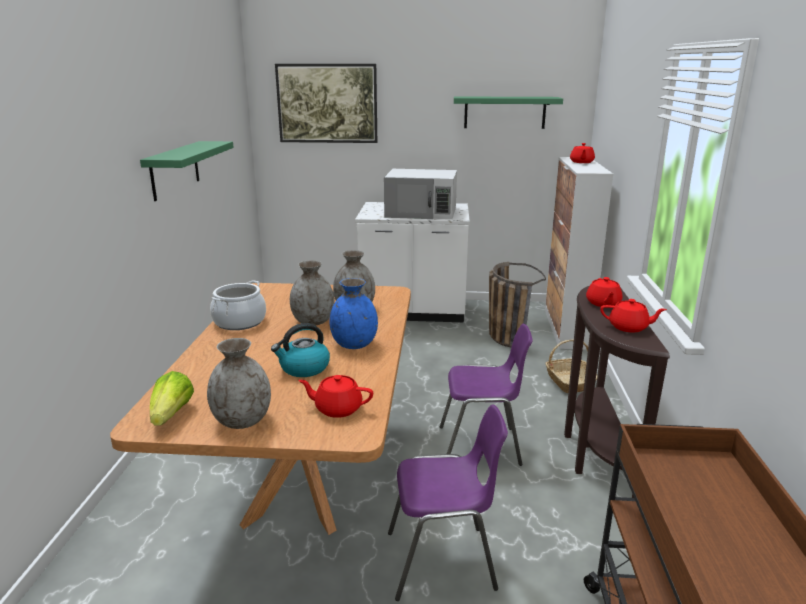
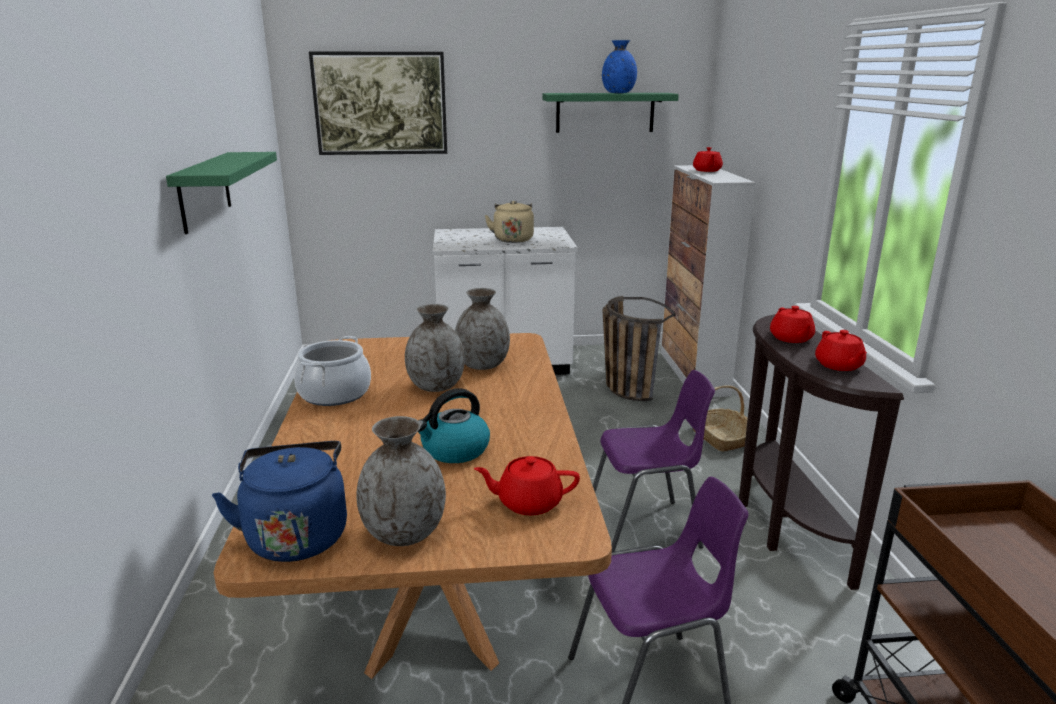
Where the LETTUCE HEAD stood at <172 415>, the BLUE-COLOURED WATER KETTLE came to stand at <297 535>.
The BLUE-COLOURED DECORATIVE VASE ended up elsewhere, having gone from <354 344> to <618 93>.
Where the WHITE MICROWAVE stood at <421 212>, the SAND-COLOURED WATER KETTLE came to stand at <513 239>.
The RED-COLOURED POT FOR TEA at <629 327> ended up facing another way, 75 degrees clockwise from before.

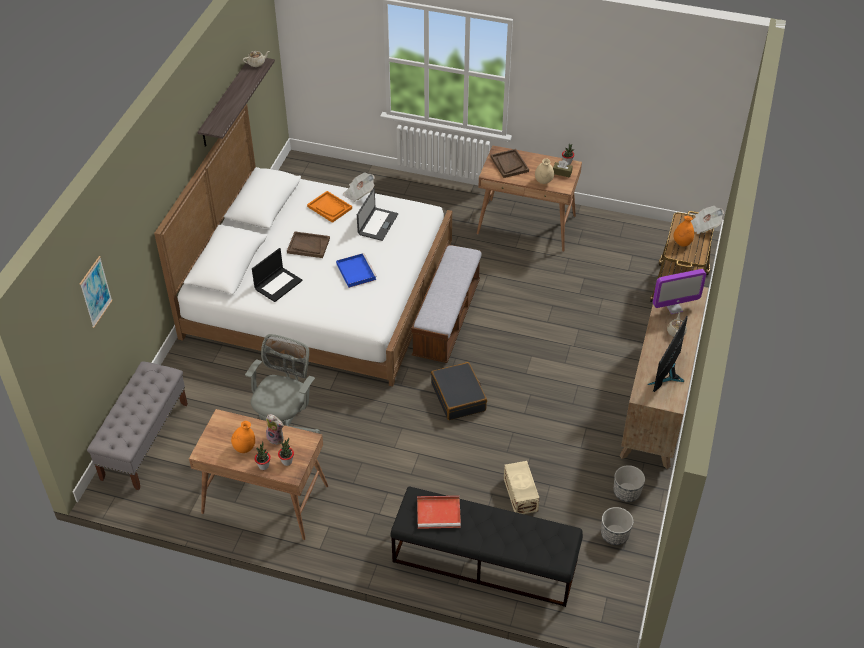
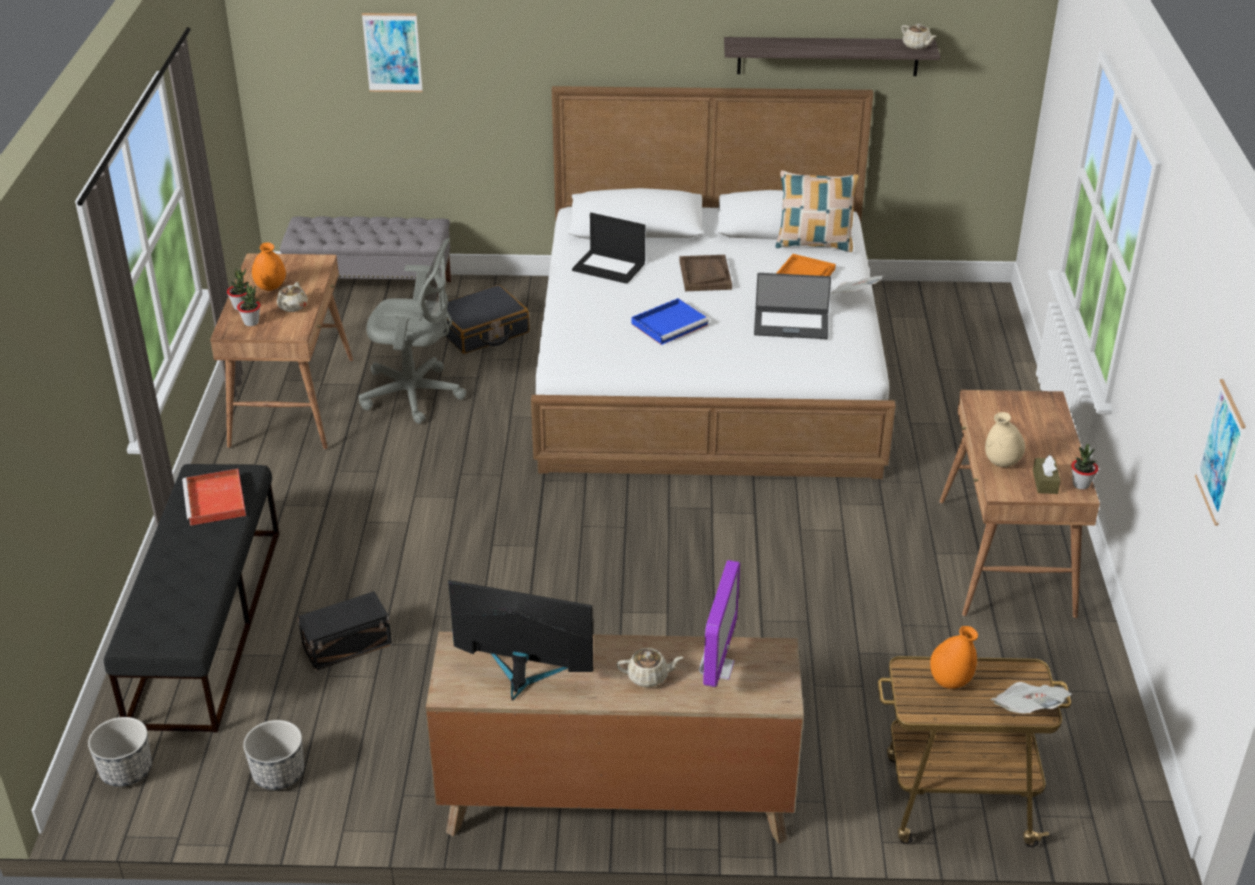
Where the PLUSH TOY stood at <276 438>, the SAND-COLOURED POT FOR TEA came to stand at <292 307>.
The second view lost the LONG SEAT at <447 319>.
The BLACKISH PIECE OF LUGGAGE ended up elsewhere, having gone from <458 397> to <482 331>.
The second view lost the BROWNISH SERVING TRAY at <509 164>.
What was the SAND-COLOURED STORAGE BOX at <520 495> turned into the BLACKISH STORAGE BOX at <345 644>.
The FLOWER POT ended up elsewhere, having gone from <626 492> to <126 770>.
The MONITOR at <674 308> ended up facing another way, 135 degrees counterclockwise from before.
The second view gained the CUSHION at <814 244>.
The second view gained the PICTURE at <1220 452>.

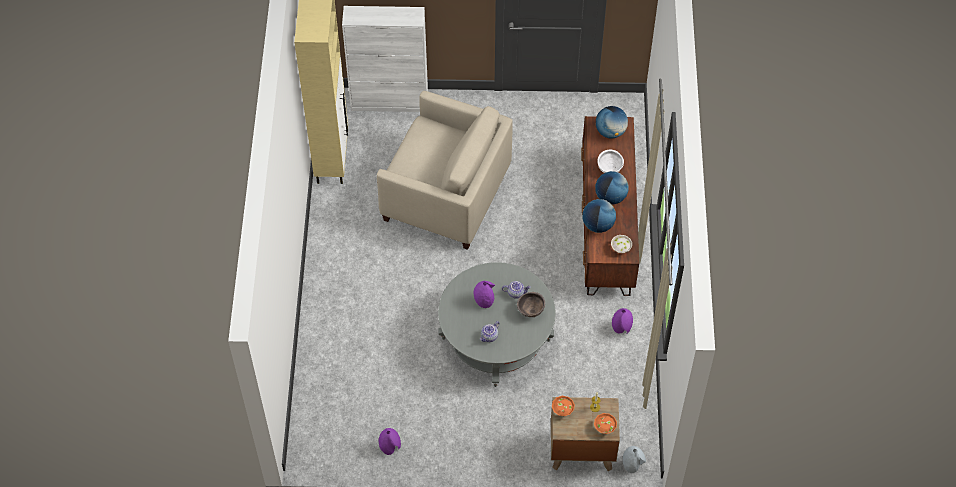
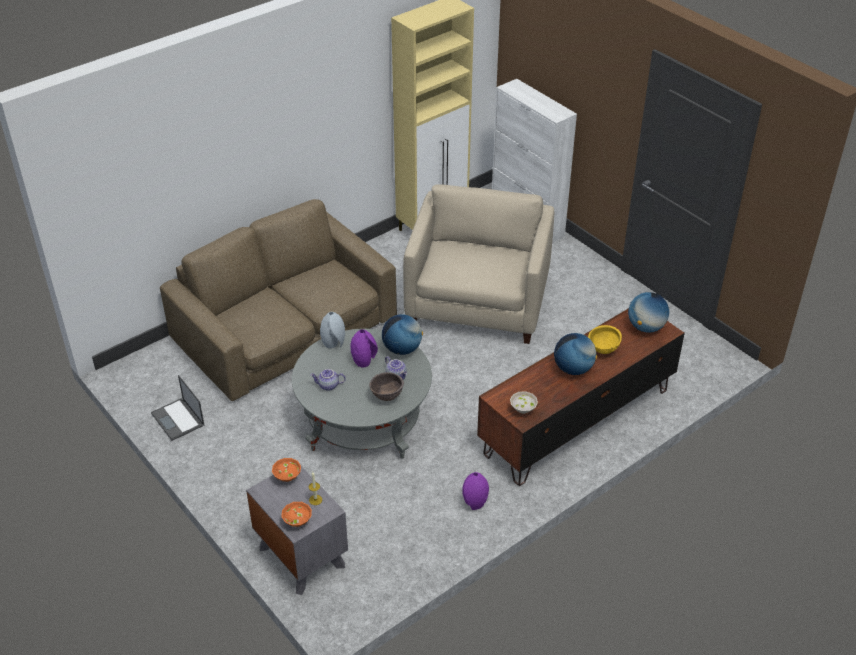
The SAND-COLOURED LOUNGE CHAIR at <445 194> ended up facing another way, 150 degrees counterclockwise from before.
Where the PURPLISH DECORATIVE VASE stood at <390 447>, the PORTABLE COMPUTER came to stand at <178 419>.
What was the BROWNISH NIGHTSTAND at <581 450> turned into the GREY NIGHTSTAND at <301 556>.
The GLOBE ended up elsewhere, having gone from <598 225> to <402 349>.
What was the WHITE BOWL at <609 169> turned into the YELLOW BOWL at <603 350>.
The GREY DECORATIVE VASE ended up elsewhere, having gone from <632 465> to <334 343>.
The second view gained the BROWNISH SETTEE at <286 330>.

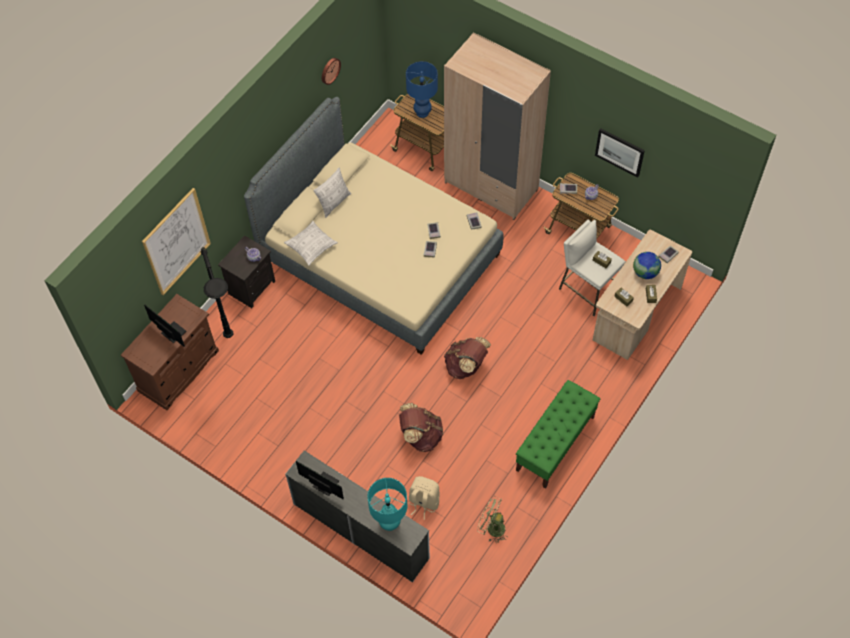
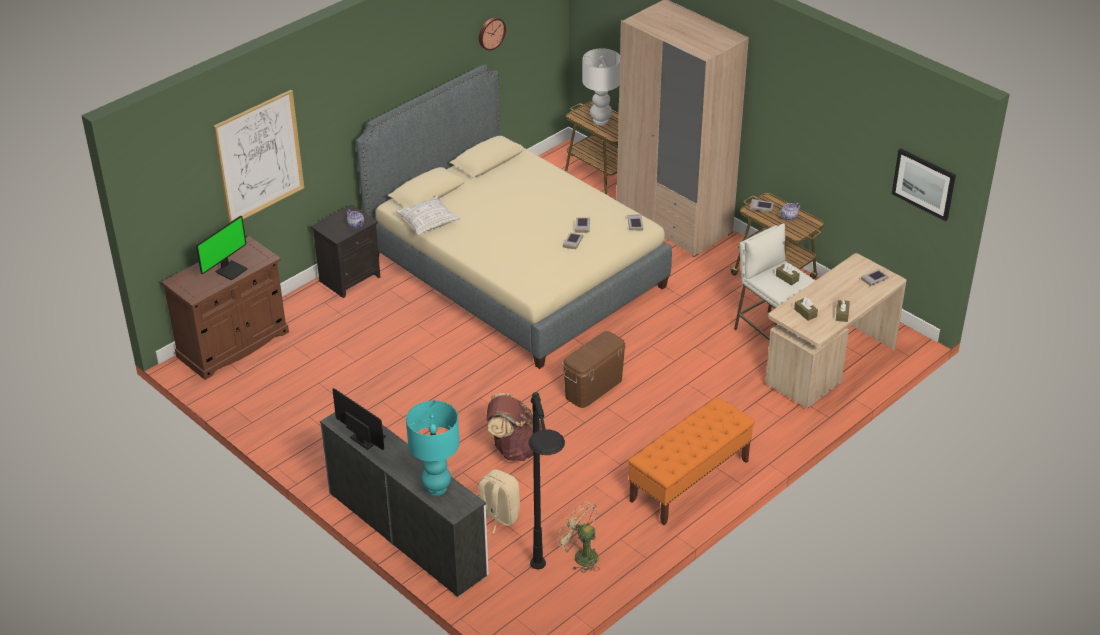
The MONITOR at <172 333> ended up facing another way, 75 degrees clockwise from before.
The BLACKISH STANDING LAMP ended up elsewhere, having gone from <236 361> to <545 601>.
The second view lost the CUSHION at <334 203>.
What was the BLUE-COLOURED LAMP FOR A TABLE at <422 112> turned into the WHITE LAMP FOR A TABLE at <600 121>.
Where the BROWNISH RUCKSACK stood at <466 366>, the BROWNISH STORAGE BOX came to stand at <593 388>.
What was the GREEN-COLOURED LONG SEAT at <555 444> turned into the ORANGE-COLOURED LONG SEAT at <689 481>.
The PICTURE ended up elsewhere, having gone from <619 152> to <924 184>.
The second view lost the GLOBE at <645 272>.

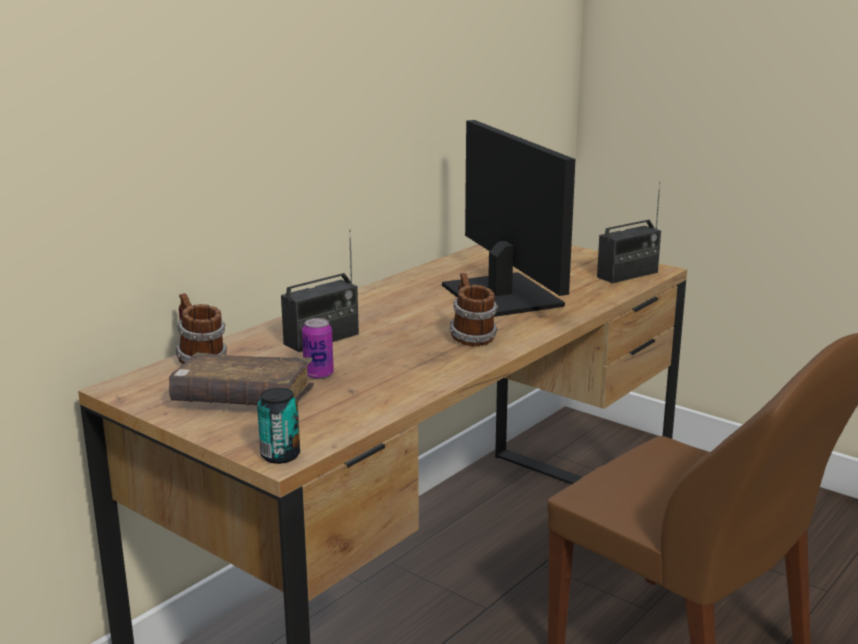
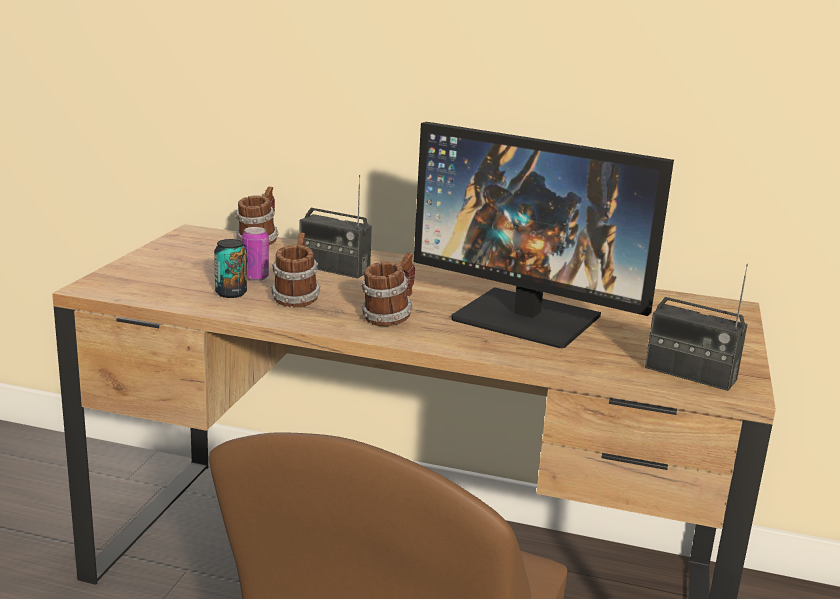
The second view lost the BROWNISH BOOK at <243 399>.
The SEALED CAN ended up elsewhere, having gone from <280 455> to <231 293>.
The MONITOR at <501 295> ended up facing another way, 75 degrees clockwise from before.
The second view gained the TEA MUG at <295 299>.

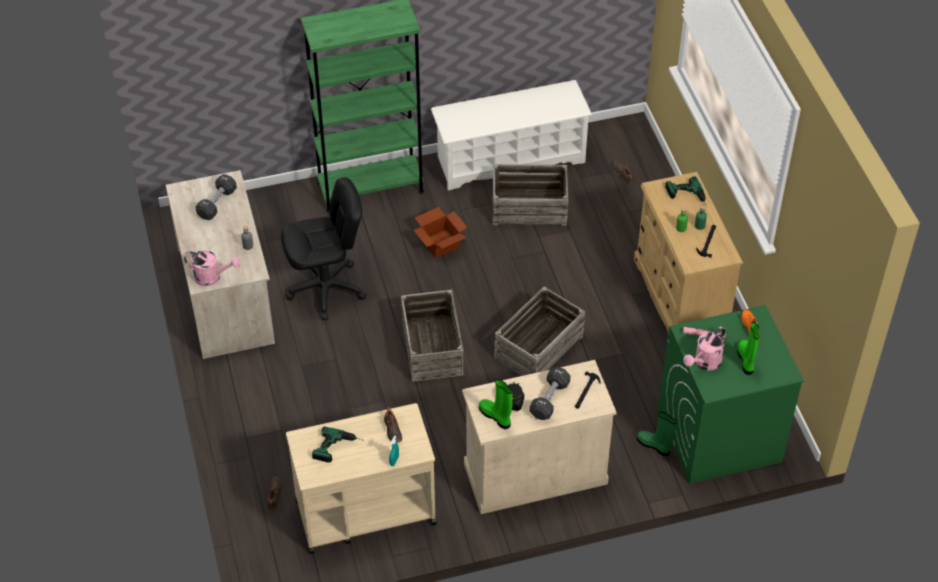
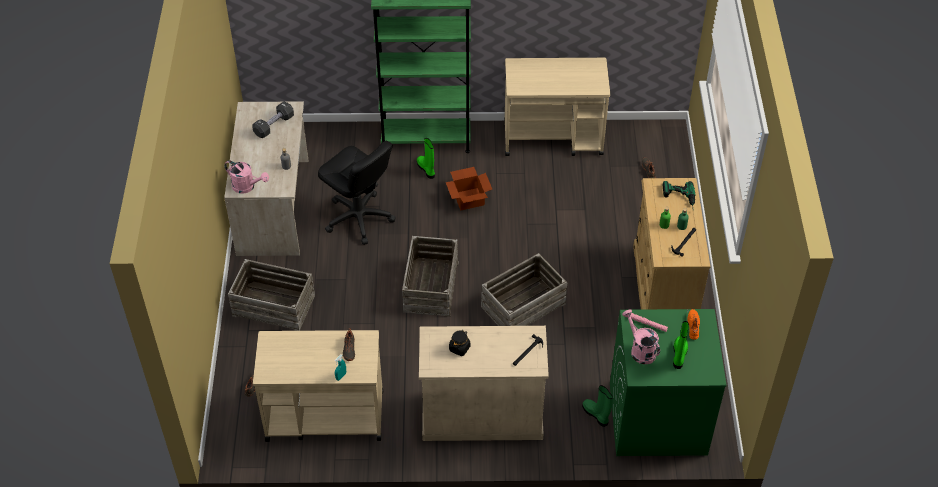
The BLACKISH COMPUTER CHAIR at <326 289> ended up facing another way, 45 degrees clockwise from before.
The second view lost the POWER DRILL at <338 448>.
Where the WHITE SHOE RACK stood at <510 159>, the SAND-COLOURED WHEELED CART came to stand at <553 138>.
The GREEN-COLOURED HIGH-TOP BOOT ended up elsewhere, having gone from <496 416> to <426 169>.
The PACKING CRATE ended up elsewhere, having gone from <529 208> to <273 306>.
The second view lost the BLACKISH DUMBBELL at <549 399>.
The PINK-COLOURED WATERING CAN at <704 363> ended up facing another way, 90 degrees clockwise from before.

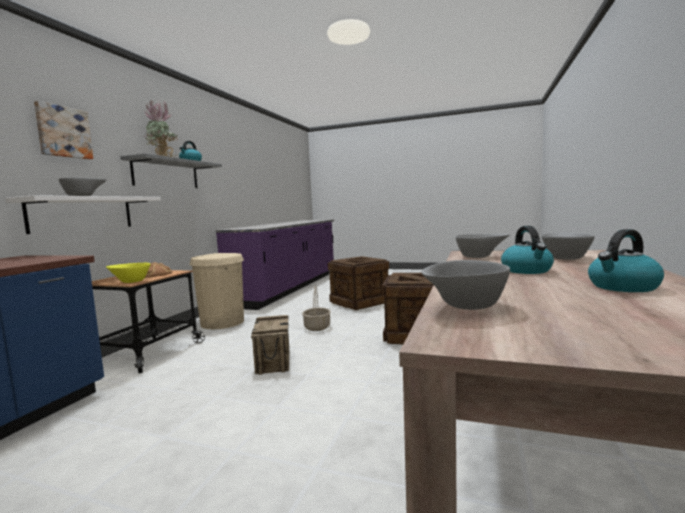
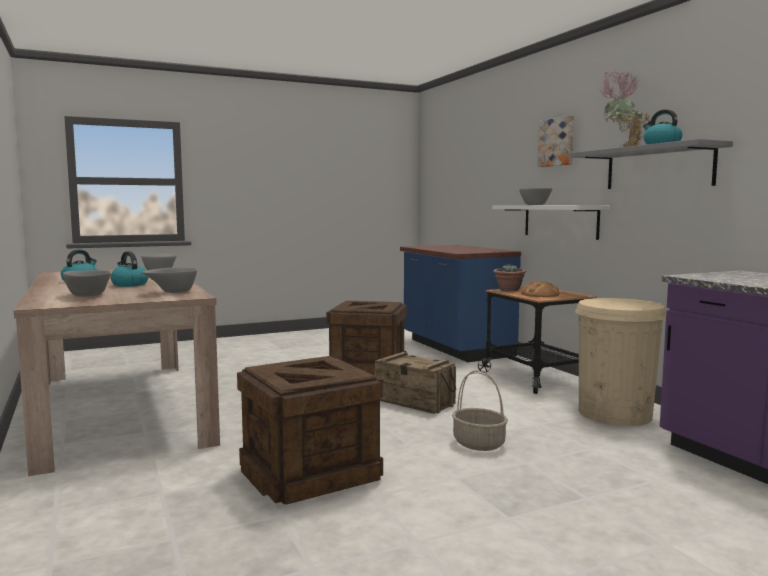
Where the YELLOW BOWL stood at <129 281>, the HOUSEPLANT came to stand at <509 290>.
The PACKING CRATE ended up elsewhere, having gone from <359 303> to <368 368>.

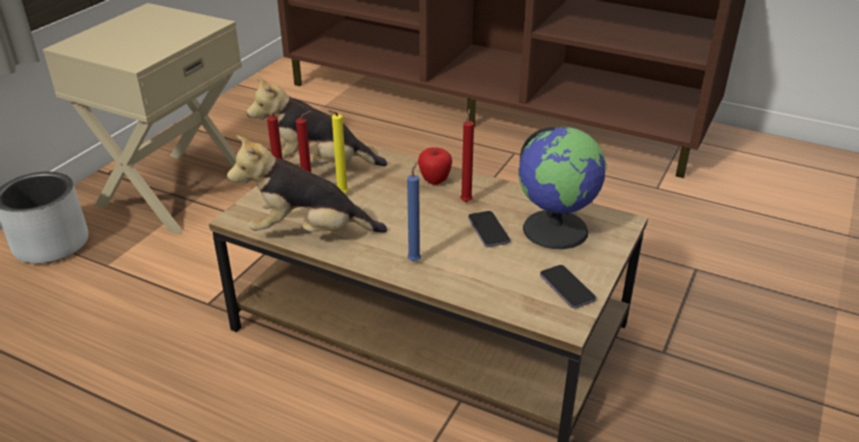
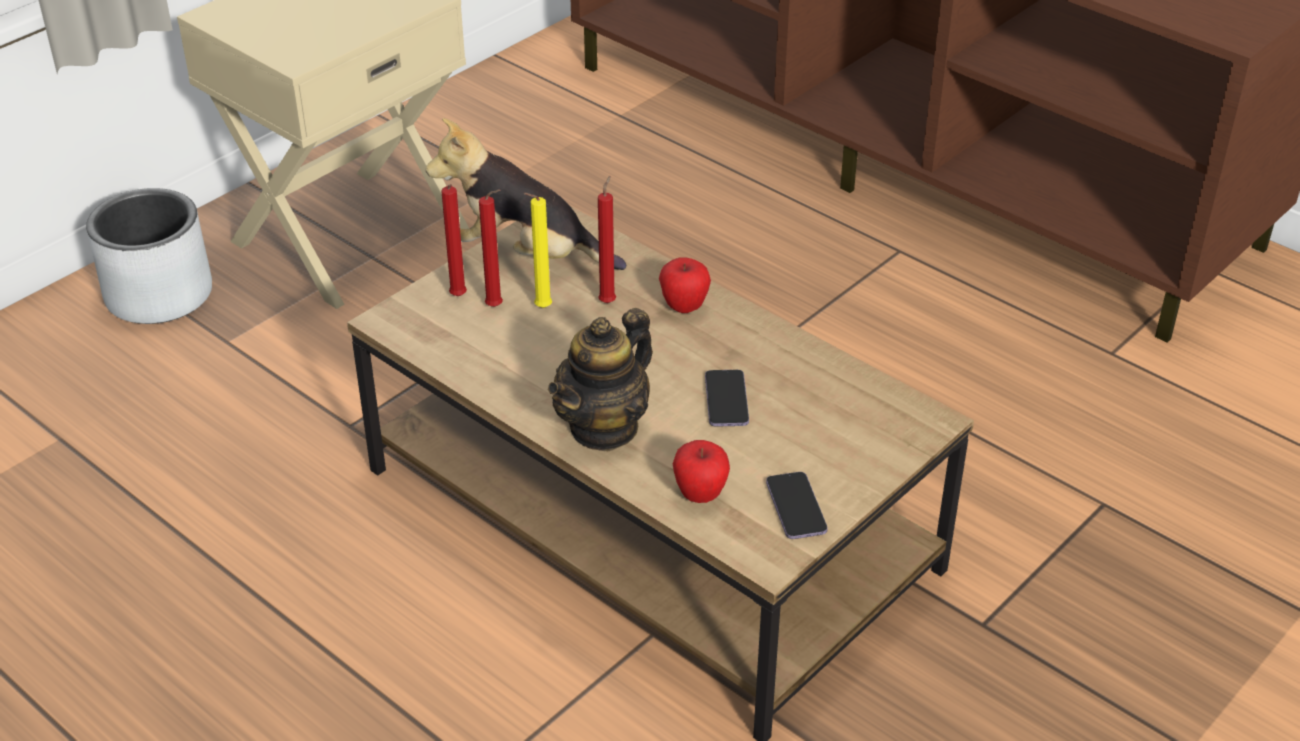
The second view lost the PLUSH TOY at <309 233>.
Where the BLUE-COLOURED CANDLE stood at <415 260>, the POT FOR TEA came to stand at <604 427>.
The RED-COLOURED CANDLE ended up elsewhere, having gone from <466 201> to <608 301>.
The second view lost the GLOBE at <556 229>.
The second view gained the APPLE at <700 494>.

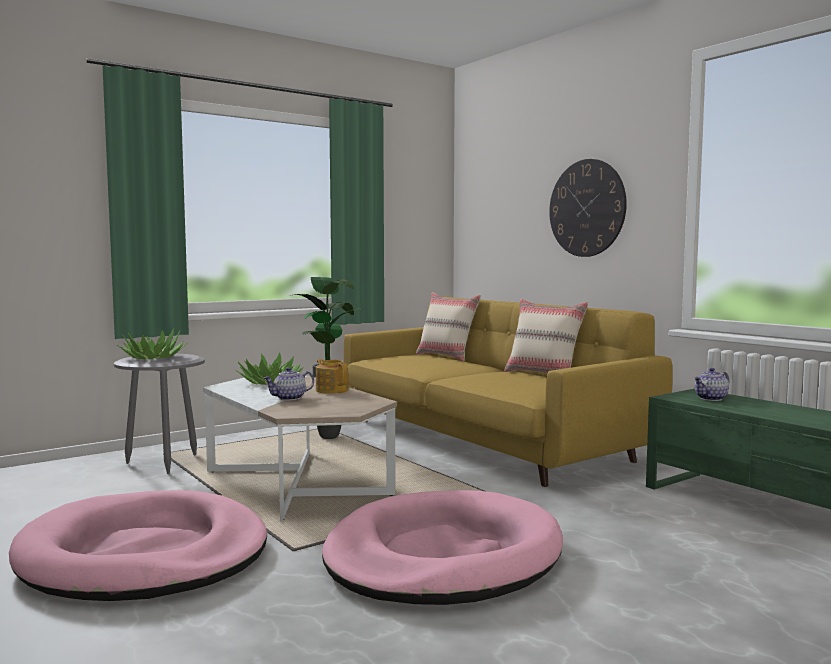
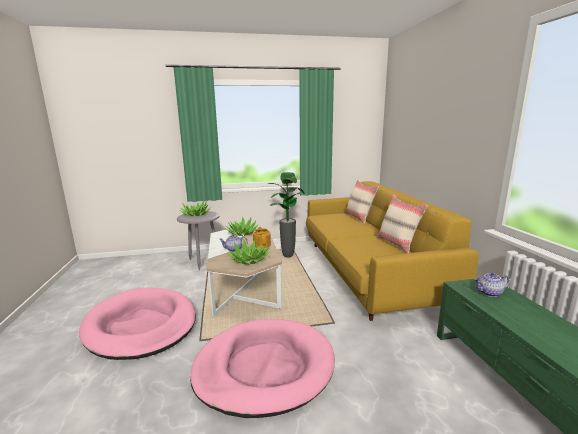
The second view lost the HANGING CLOCK at <587 208>.
The second view gained the HOUSEPLANT at <249 260>.

